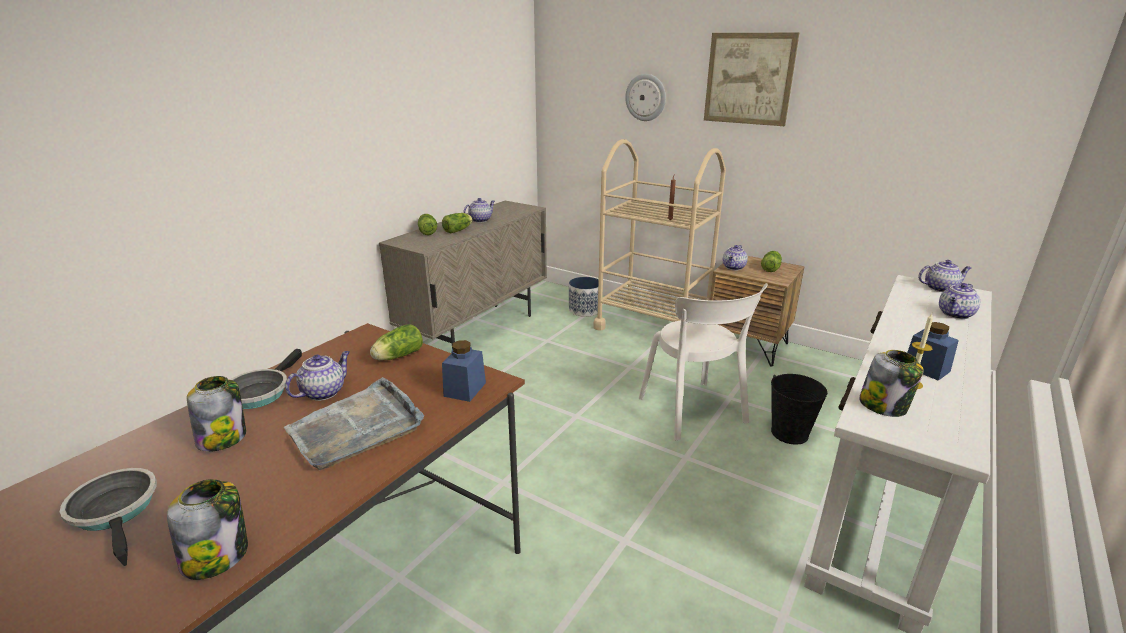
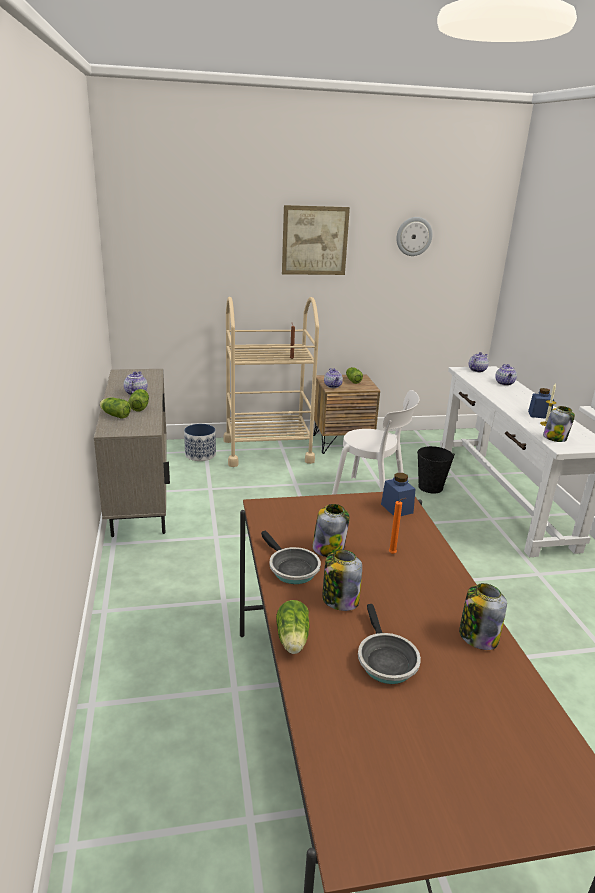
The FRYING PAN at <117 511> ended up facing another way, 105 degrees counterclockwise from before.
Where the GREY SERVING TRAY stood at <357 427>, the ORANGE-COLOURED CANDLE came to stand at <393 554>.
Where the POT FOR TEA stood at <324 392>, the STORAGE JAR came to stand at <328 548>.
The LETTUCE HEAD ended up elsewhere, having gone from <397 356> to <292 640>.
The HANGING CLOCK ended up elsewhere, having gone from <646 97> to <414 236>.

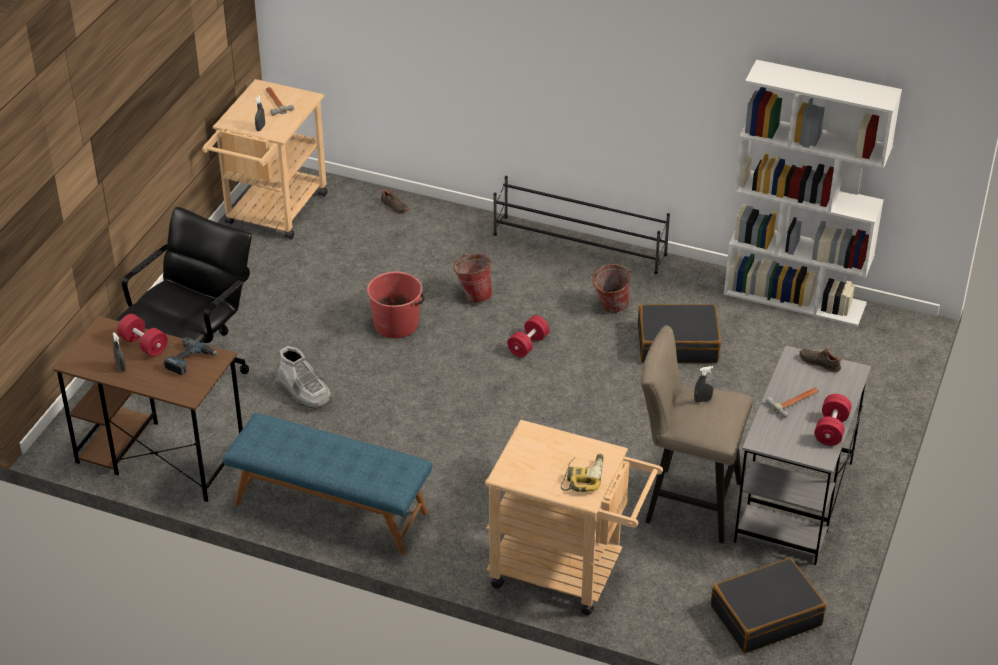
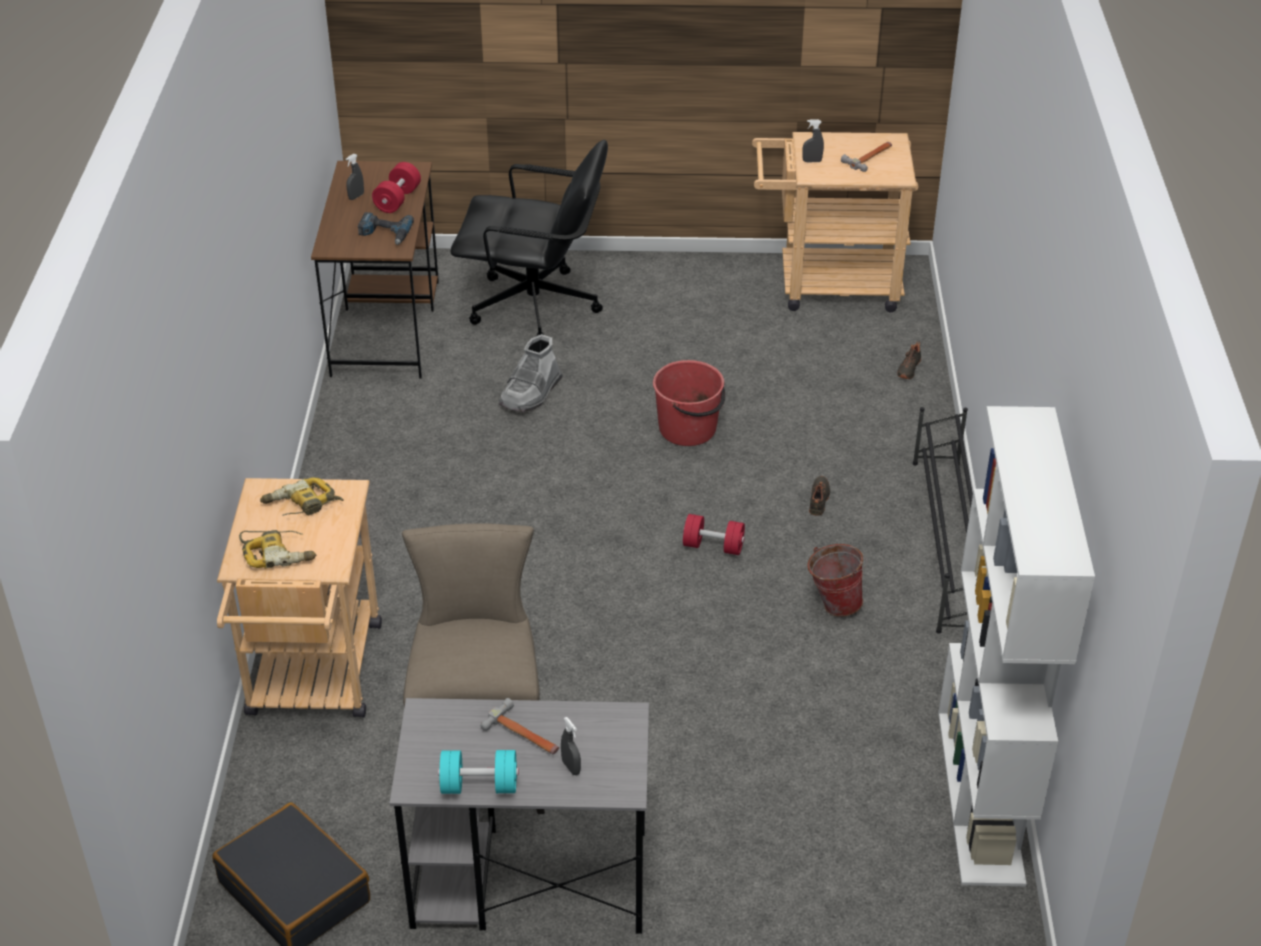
The second view lost the BLUE-COLOURED LONG SEAT at <330 508>.
The second view lost the BUCKET at <474 294>.
The second view lost the BLACKISH PIECE OF LUGGAGE at <677 343>.
The GREY HAND SPRAYER ended up elsewhere, having gone from <702 400> to <571 767>.
The BLACKISH ITEM OF FOOTWEAR ended up elsewhere, having gone from <820 363> to <819 500>.
What was the RED-COLOURED DUMBBELL at <831 429> turned into the TURQUOISE-COLOURED DUMBBELL at <479 785>.
The second view gained the POWER DRILL at <302 505>.

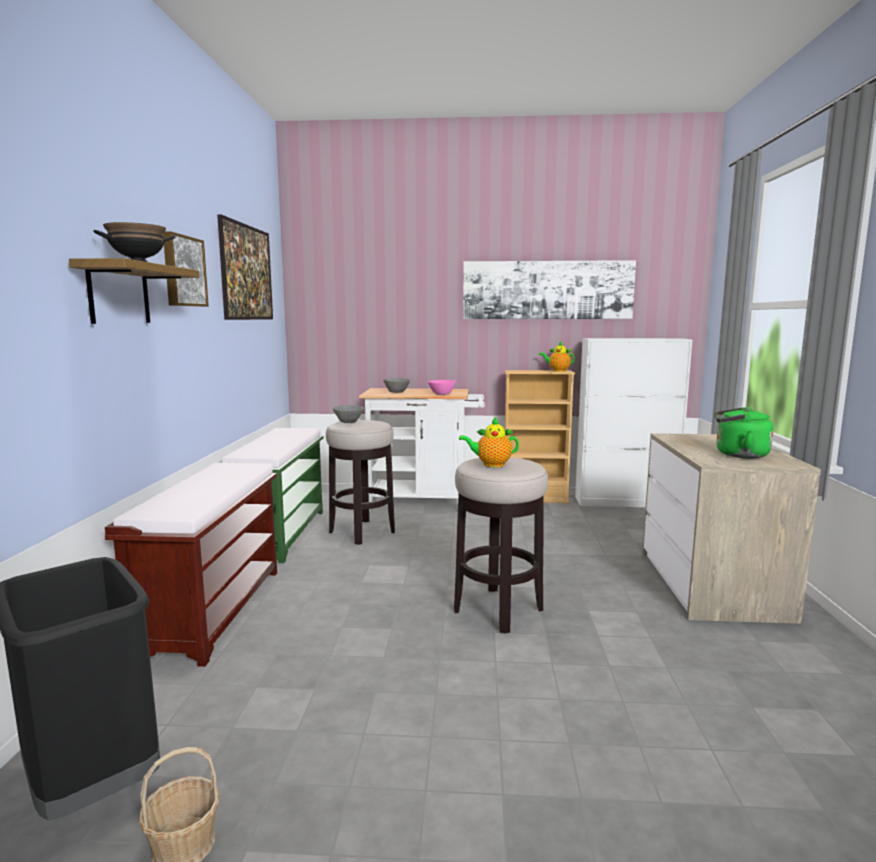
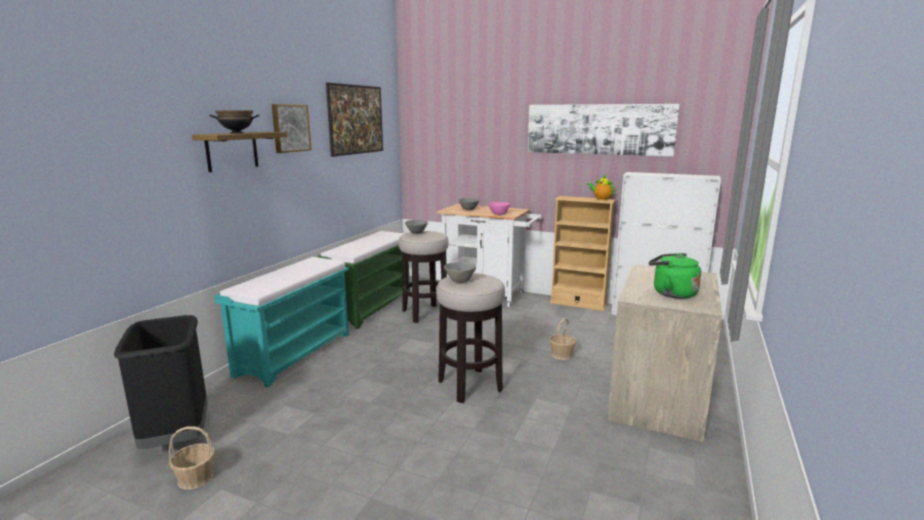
What was the BROWNISH LONG SEAT at <213 610> turned into the TURQUOISE-COLOURED LONG SEAT at <295 353>.
Where the POT FOR TEA stood at <491 464>, the GREY BOWL came to stand at <461 280>.
The second view gained the HOUSEHOLD BASKET at <562 355>.

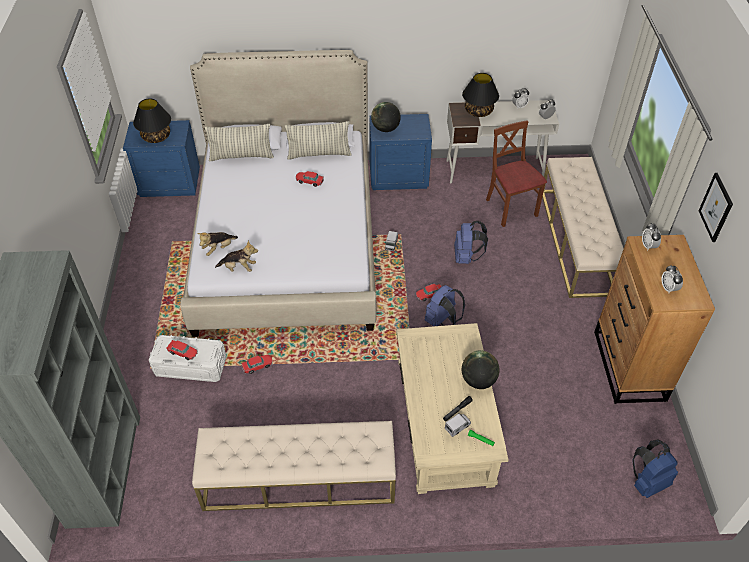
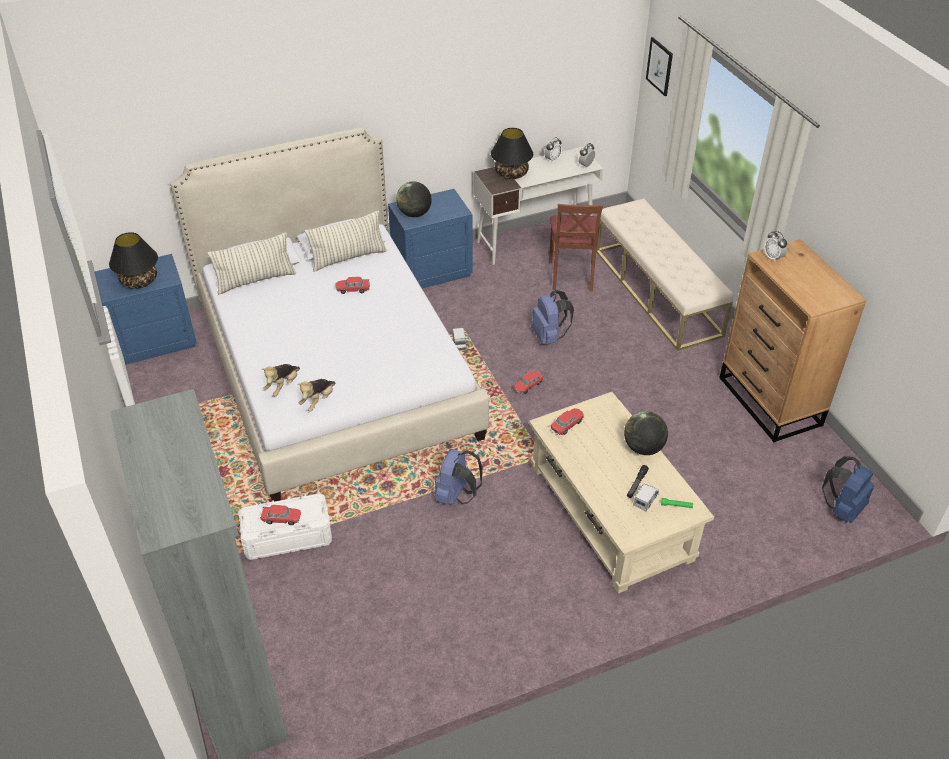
The second view lost the SAND-COLOURED LONG SEAT at <298 480>.
The PLUSH TOY at <239 268> ended up facing another way, 135 degrees clockwise from before.
The TOY CAR ended up elsewhere, having gone from <257 366> to <567 425>.
The BLUE-COLOURED RUCKSACK ended up elsewhere, having gone from <442 321> to <456 496>.
The BROWNISH UPRIGHT CHAIR at <510 208> ended up facing another way, 135 degrees counterclockwise from before.
The second view lost the BEDSIDE CLOCK at <668 288>.
The PICTURE ended up elsewhere, having gone from <716 207> to <659 66>.

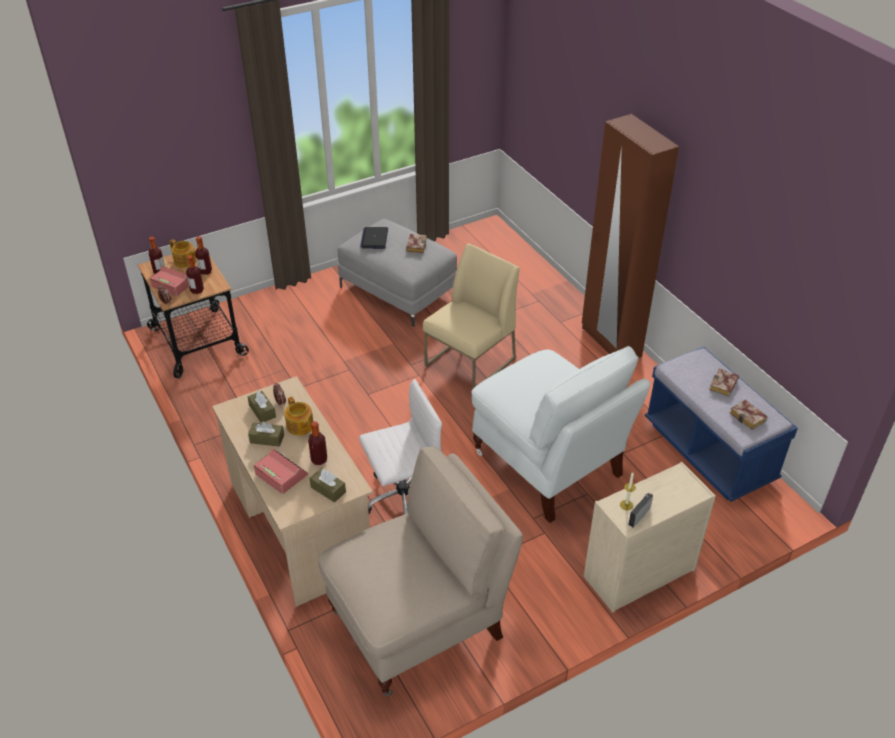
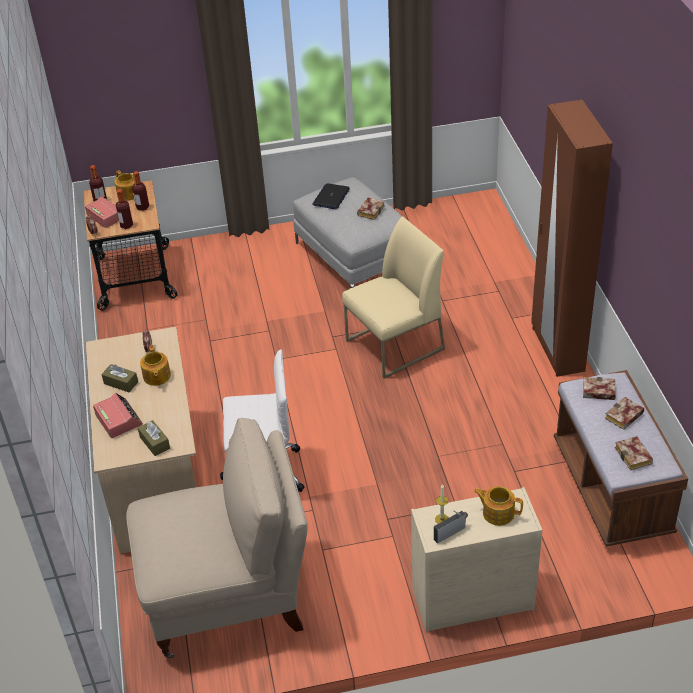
The second view lost the BROWNISH TISSUE BOX at <262 411>.
The second view lost the BOTTLE at <319 460>.
The second view lost the WHITE UPRIGHT CHAIR at <549 465>.
What was the BLUE-COLOURED LONG SEAT at <709 452> turned into the BROWNISH LONG SEAT at <611 489>.
The second view gained the POT FOR TEA at <497 513>.
The second view gained the BOOK at <597 392>.

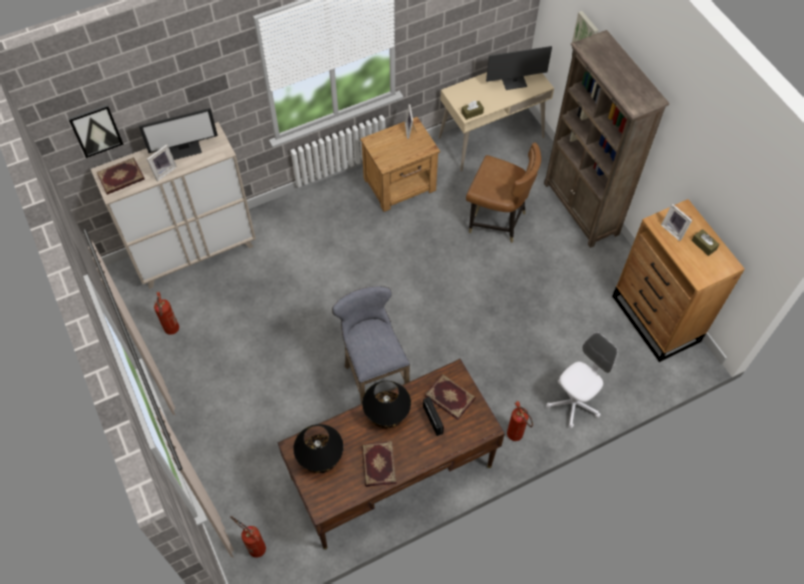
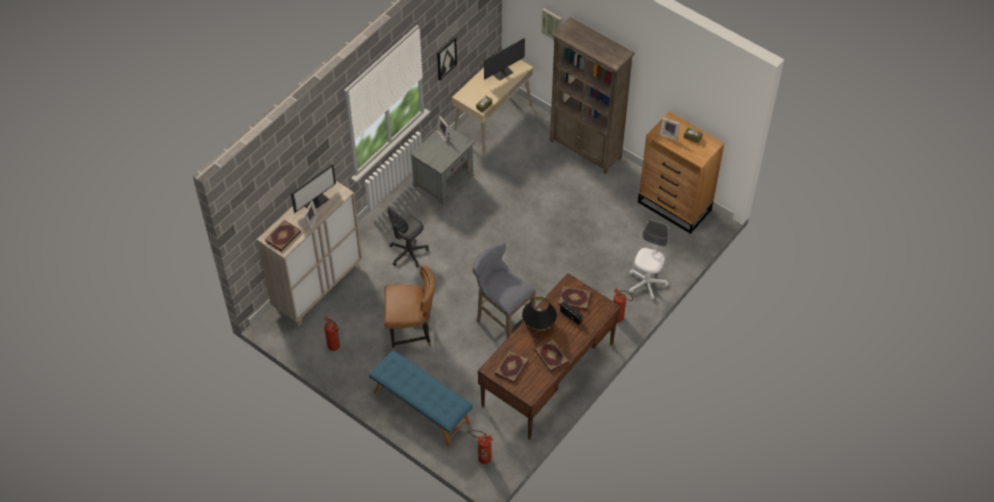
The PICTURE ended up elsewhere, having gone from <95 130> to <446 58>.
Where the BLACKISH LAMP FOR A TABLE stood at <320 456>, the BOOK came to stand at <511 367>.
What was the BROWNISH NIGHTSTAND at <400 185> turned into the GREY NIGHTSTAND at <444 180>.
The BROWNISH UPRIGHT CHAIR ended up elsewhere, having gone from <497 220> to <411 333>.
The second view gained the BLUE-COLOURED LONG SEAT at <421 408>.
The second view gained the GREY COMPUTER CHAIR at <408 253>.

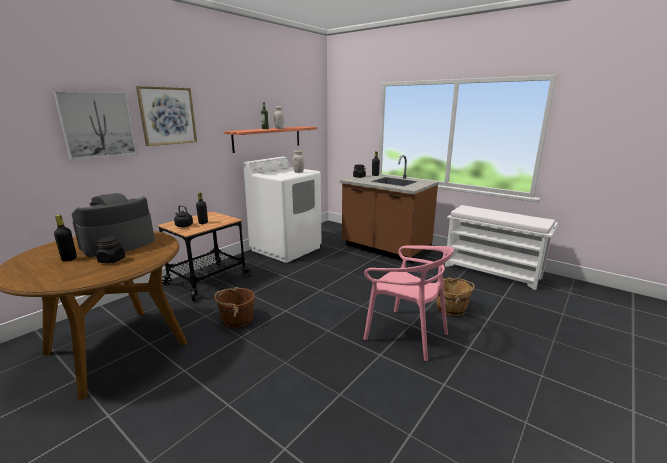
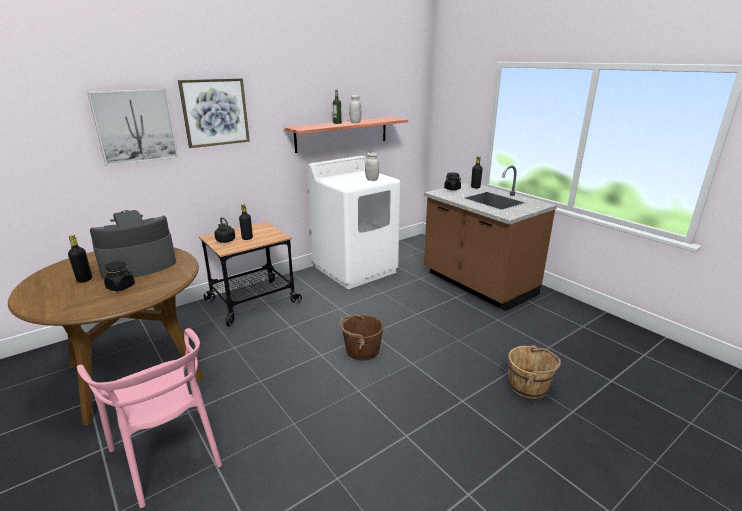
The BROWNISH BUCKET ended up elsewhere, having gone from <237 320> to <362 350>.
The PINK-COLOURED UPRIGHT CHAIR ended up elsewhere, having gone from <406 334> to <168 454>.
The second view lost the WHITE LONG SEAT at <492 271>.

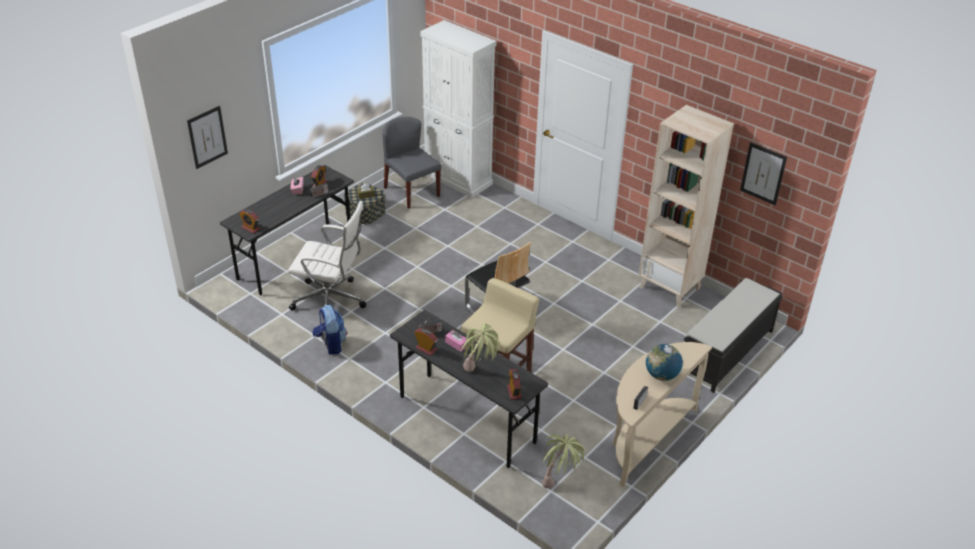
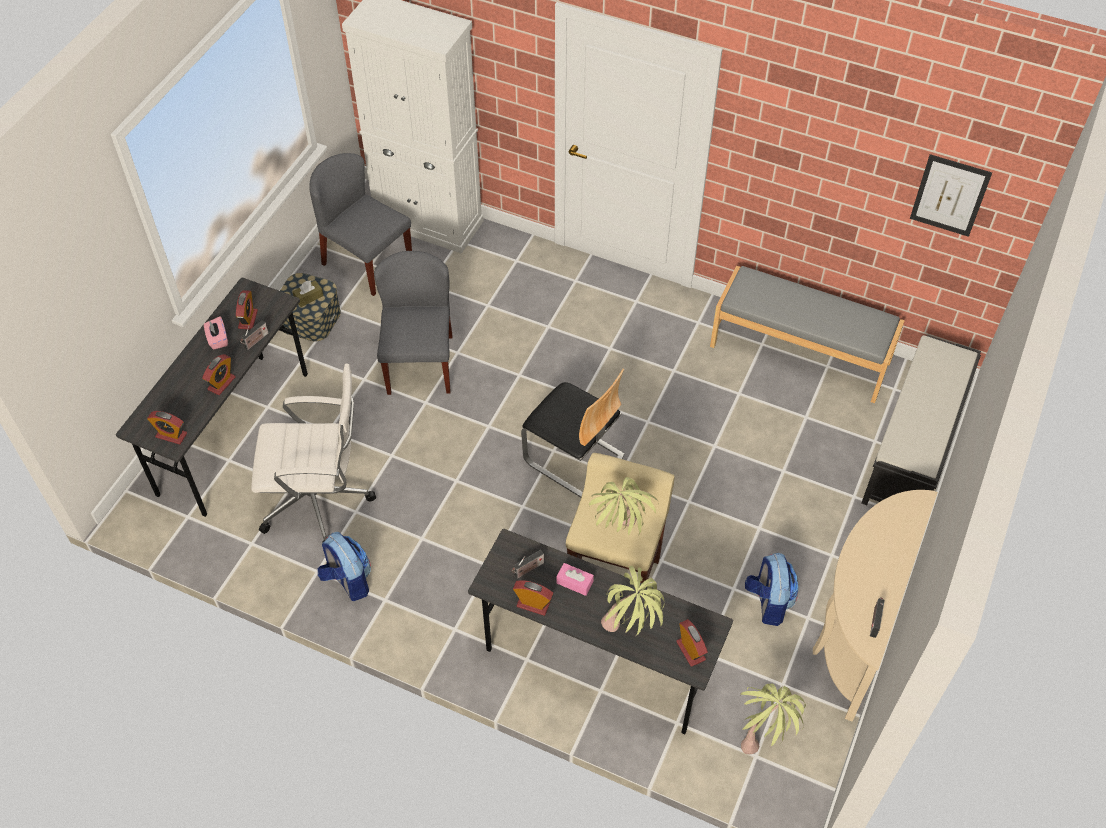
The second view lost the PICTURE at <207 137>.
Where the SAND-COLOURED BOOKCASE stood at <670 288>, the GREY LONG SEAT came to stand at <800 353>.
The second view lost the GLOBE at <661 375>.
The second view gained the BEDSIDE CLOCK at <221 383>.
The second view gained the GREY UPRIGHT CHAIR at <420 364>.
The second view gained the HOUSEPLANT at <619 537>.
The second view gained the RUCKSACK at <768 602>.

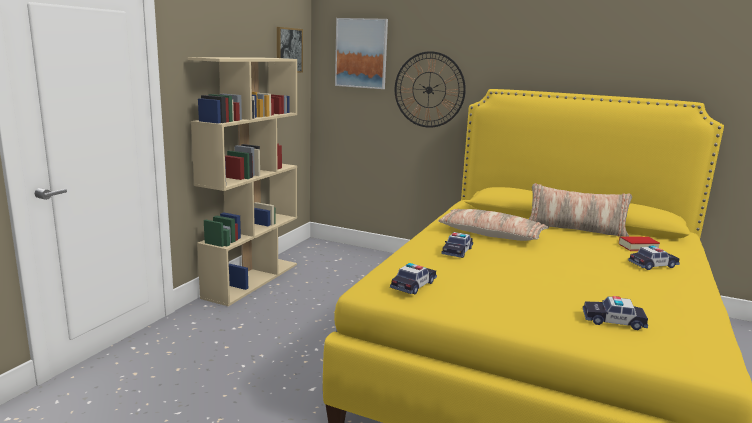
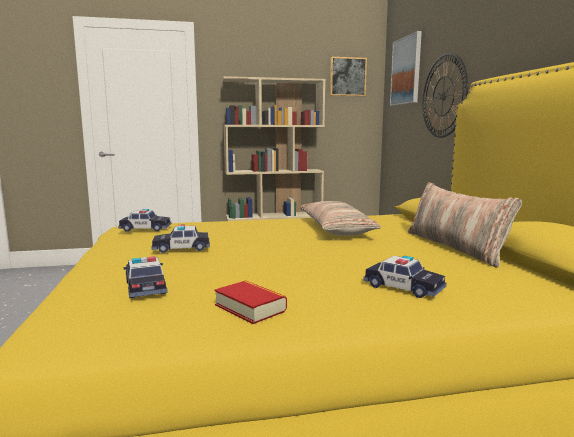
The TOY CAR ended up elsewhere, having gone from <457 251> to <181 248>.
The BOOK ended up elsewhere, having gone from <638 247> to <250 308>.

